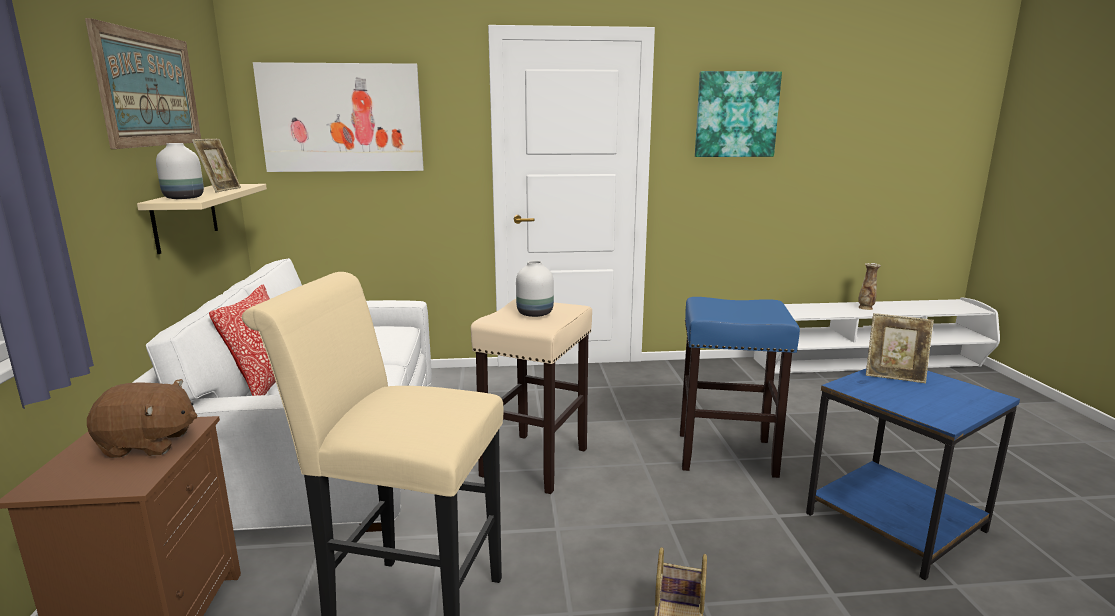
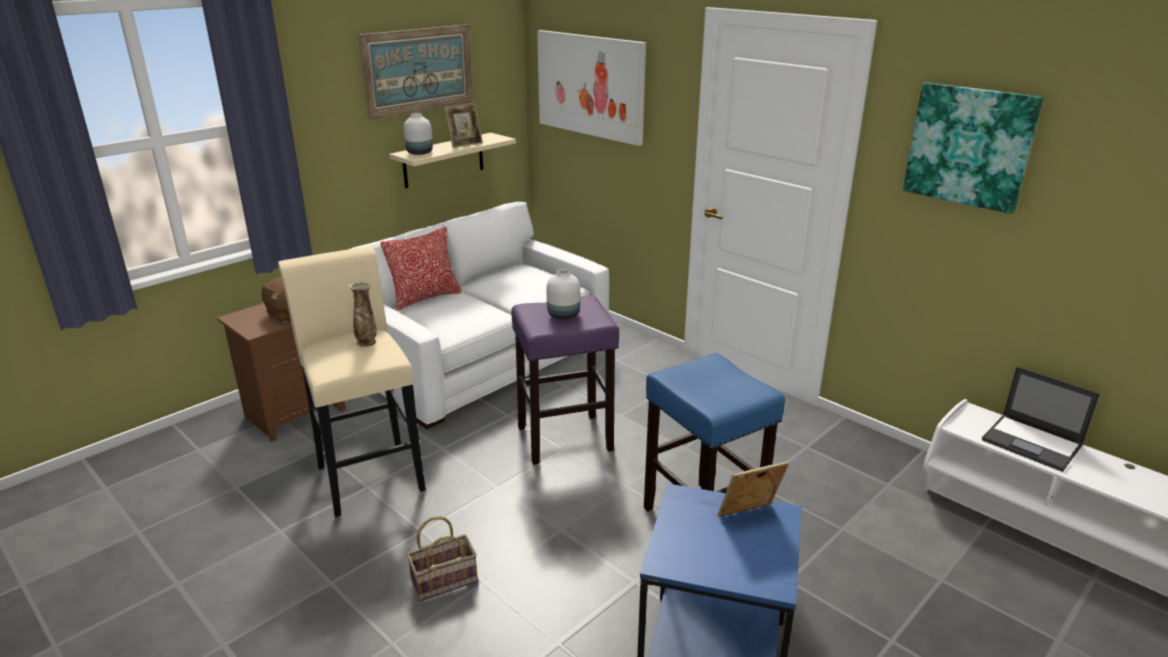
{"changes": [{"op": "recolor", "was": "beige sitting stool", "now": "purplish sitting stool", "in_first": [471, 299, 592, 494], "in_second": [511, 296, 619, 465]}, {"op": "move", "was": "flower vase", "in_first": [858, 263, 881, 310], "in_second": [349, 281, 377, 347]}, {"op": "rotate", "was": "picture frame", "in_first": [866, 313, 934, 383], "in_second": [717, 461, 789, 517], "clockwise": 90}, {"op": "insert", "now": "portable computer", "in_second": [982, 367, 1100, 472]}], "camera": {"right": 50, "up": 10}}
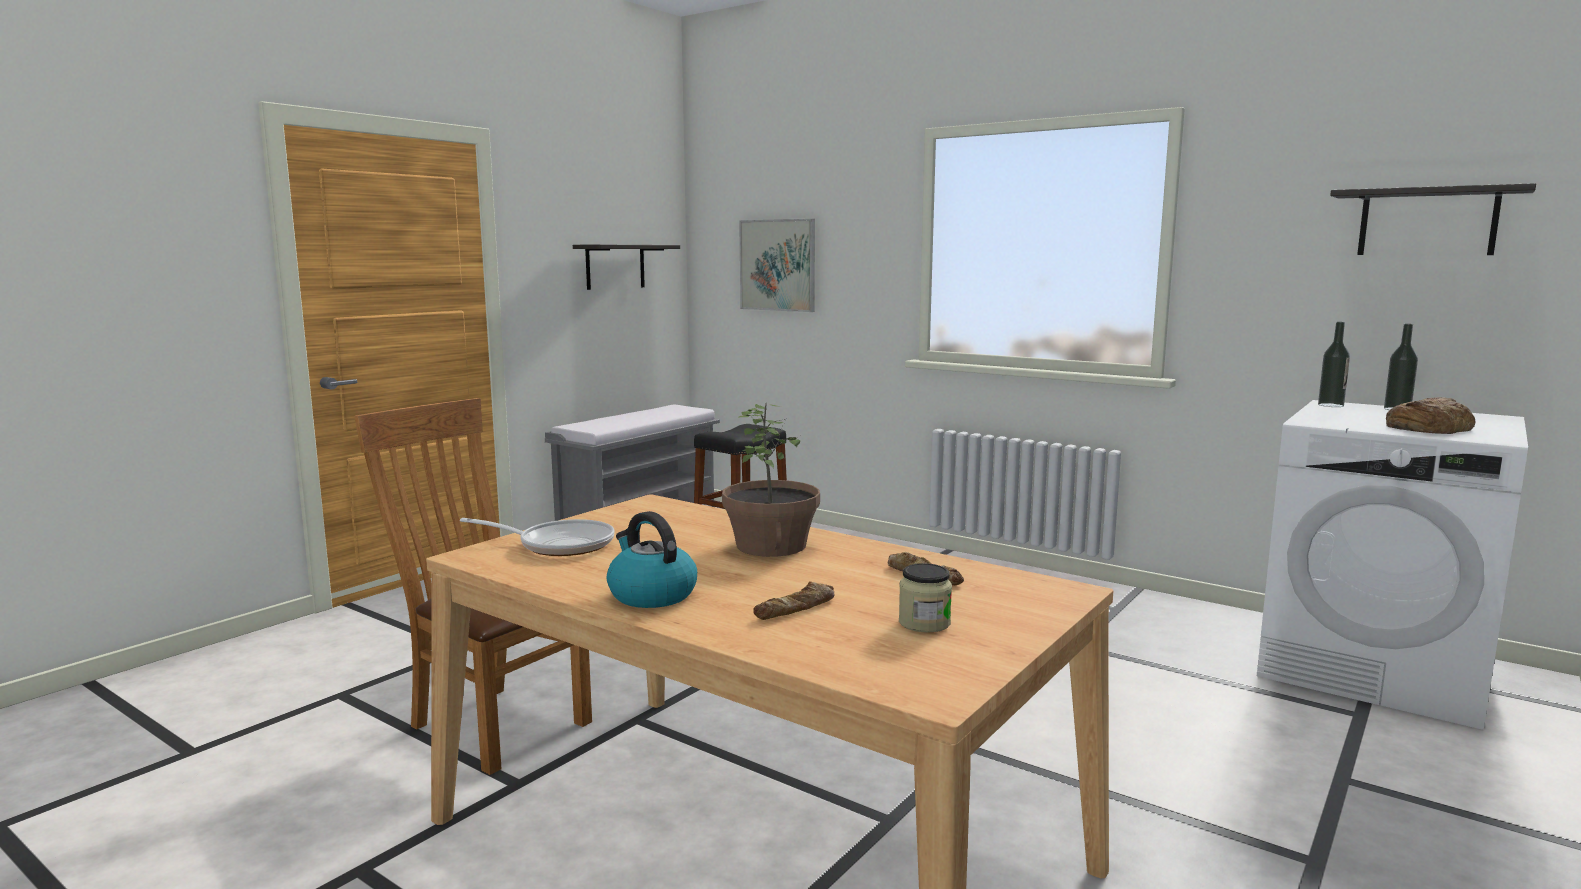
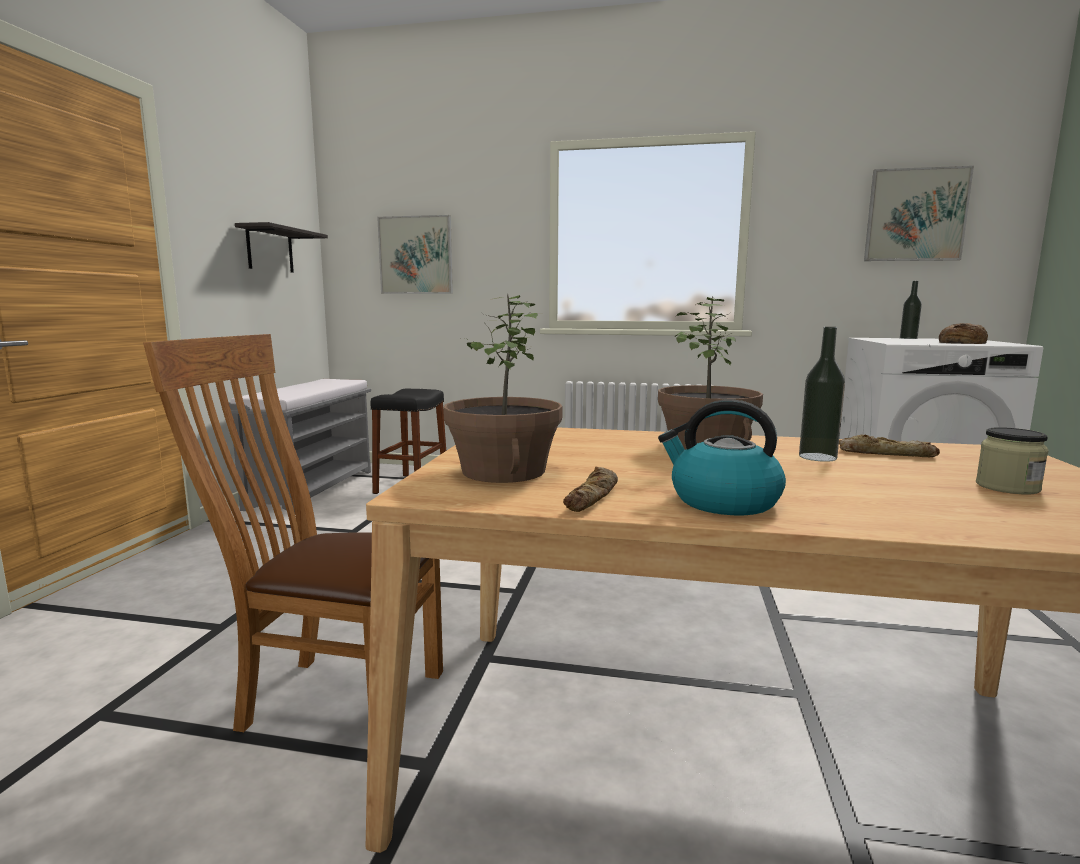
{"changes": [{"op": "replace", "was": "skillet", "now": "plant in a pot", "in_first": [460, 518, 615, 556], "in_second": [444, 294, 563, 483]}, {"op": "move", "was": "bakery bread", "in_first": [753, 581, 834, 620], "in_second": [563, 466, 618, 512]}, {"op": "move", "was": "bottle", "in_first": [1318, 322, 1350, 407], "in_second": [799, 327, 845, 462]}, {"op": "replace", "was": "shelf", "now": "picture", "in_first": [1330, 183, 1536, 255], "in_second": [864, 166, 974, 261]}], "camera": {"right": -25, "up": 0}}
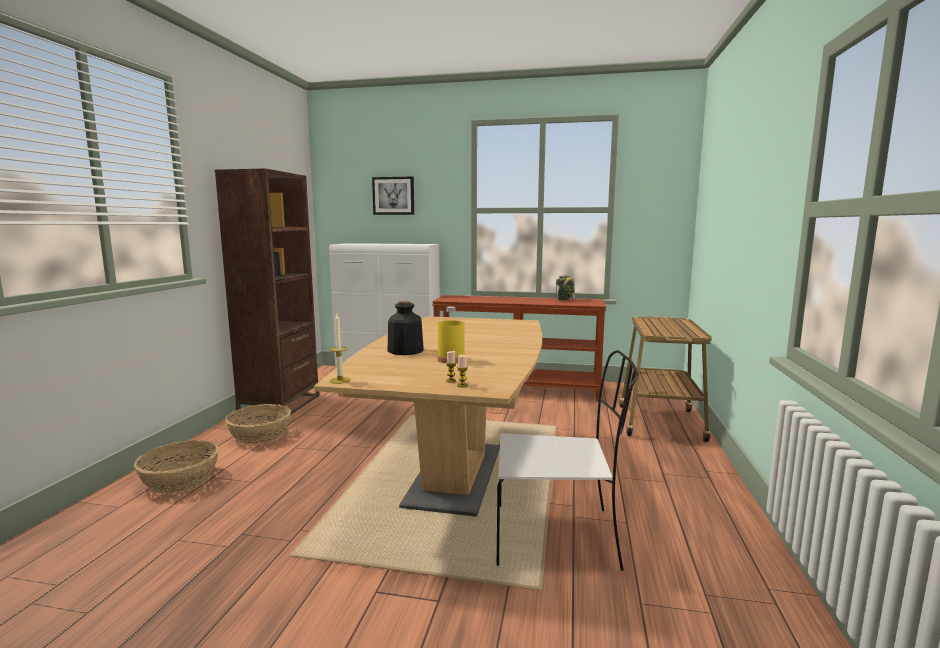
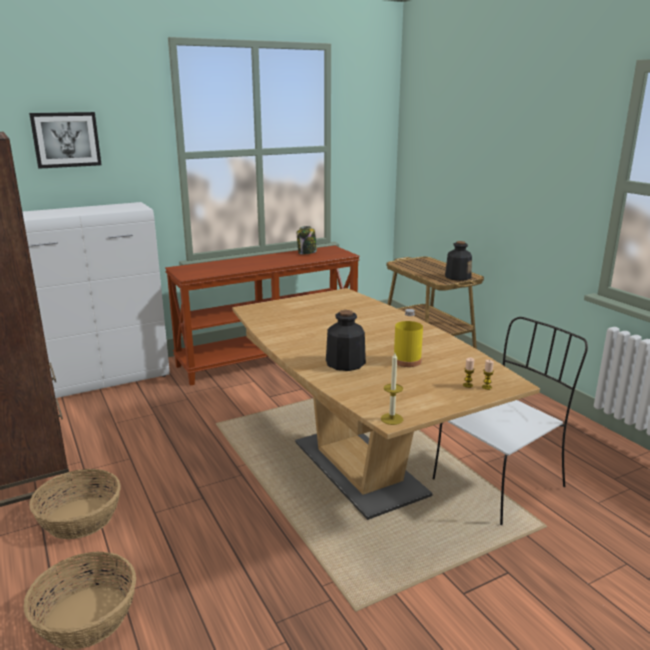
{"changes": [{"op": "insert", "now": "bottle", "in_second": [445, 241, 472, 281]}], "camera": {"right": -40, "up": 10}}
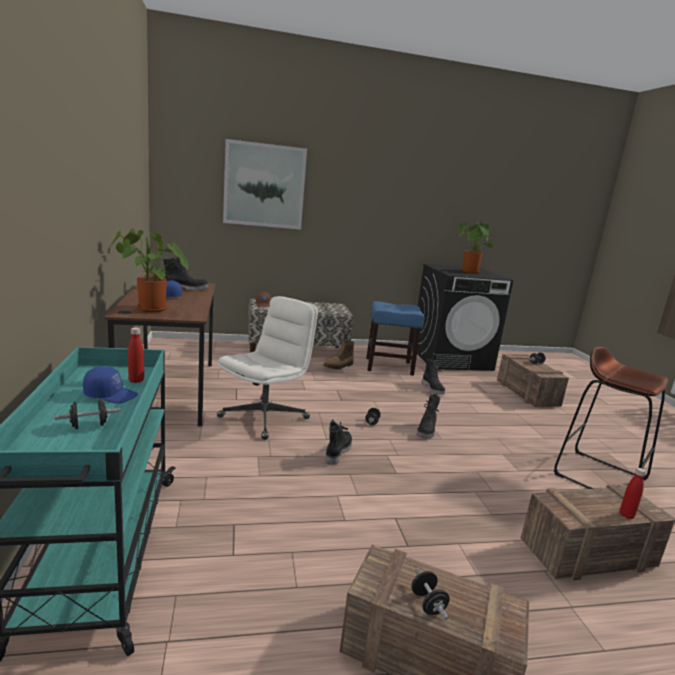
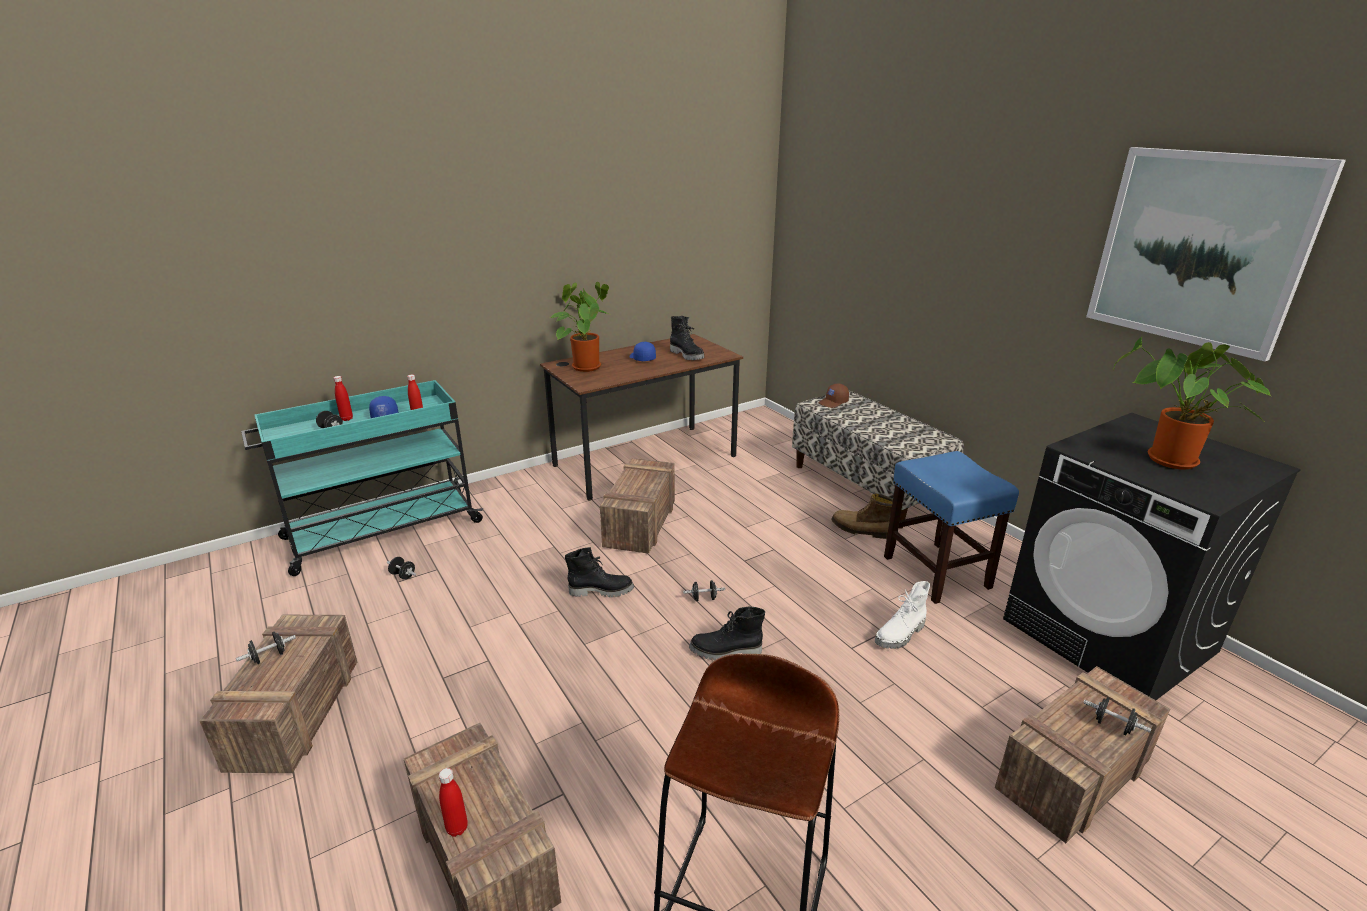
{"changes": [{"op": "replace", "was": "white office chair", "now": "shipping crate", "in_first": [217, 296, 318, 440], "in_second": [600, 458, 675, 554]}, {"op": "move", "was": "picture", "in_first": [223, 139, 307, 230], "in_second": [1086, 147, 1346, 361]}, {"op": "recolor", "was": "blackish boot", "now": "white boot", "in_first": [422, 359, 445, 395], "in_second": [875, 581, 930, 649]}, {"op": "insert", "now": "red bottle", "in_second": [334, 376, 353, 421]}, {"op": "insert", "now": "blackish hand weight", "in_second": [387, 557, 416, 580]}], "camera": {"right": 70, "up": 10}}
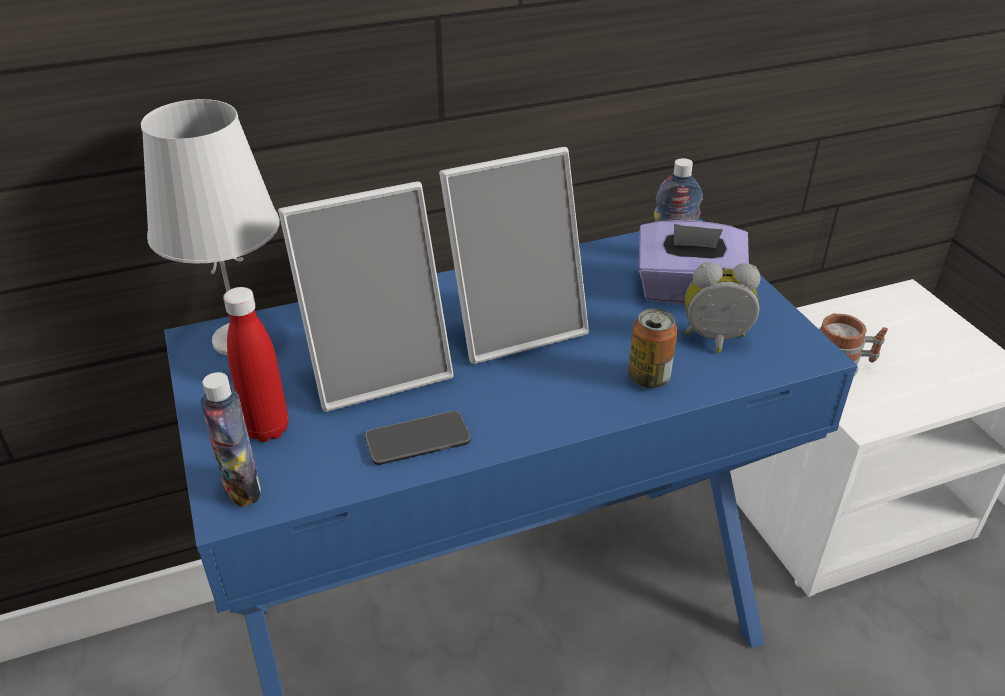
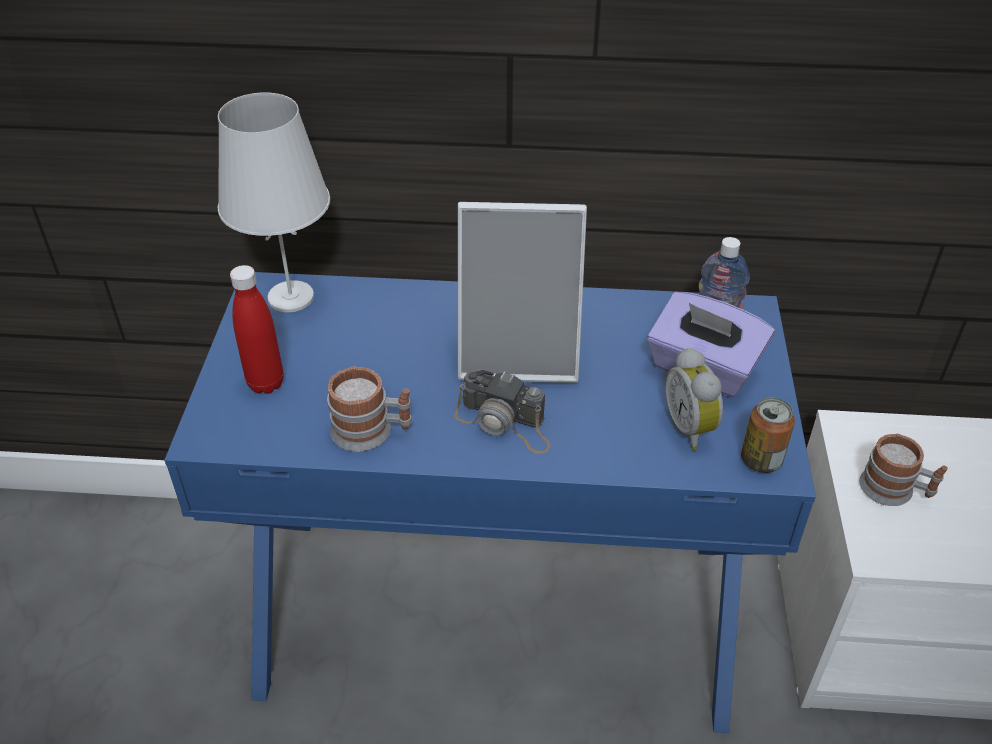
{"changes": [{"op": "delete", "was": "bottle", "in_first": [201, 372, 261, 507]}, {"op": "delete", "was": "picture frame", "in_first": [278, 181, 453, 412]}, {"op": "replace", "was": "phone", "now": "mug", "in_first": [365, 411, 471, 465], "in_second": [327, 366, 412, 451]}, {"op": "move", "was": "can", "in_first": [628, 309, 678, 388], "in_second": [741, 397, 795, 473]}, {"op": "rotate", "was": "alarm clock", "in_first": [685, 262, 760, 353], "in_second": [665, 348, 723, 451], "clockwise": -135}, {"op": "insert", "now": "still camera", "in_second": [454, 370, 551, 454]}], "camera": {"right": 25, "up": 5}}
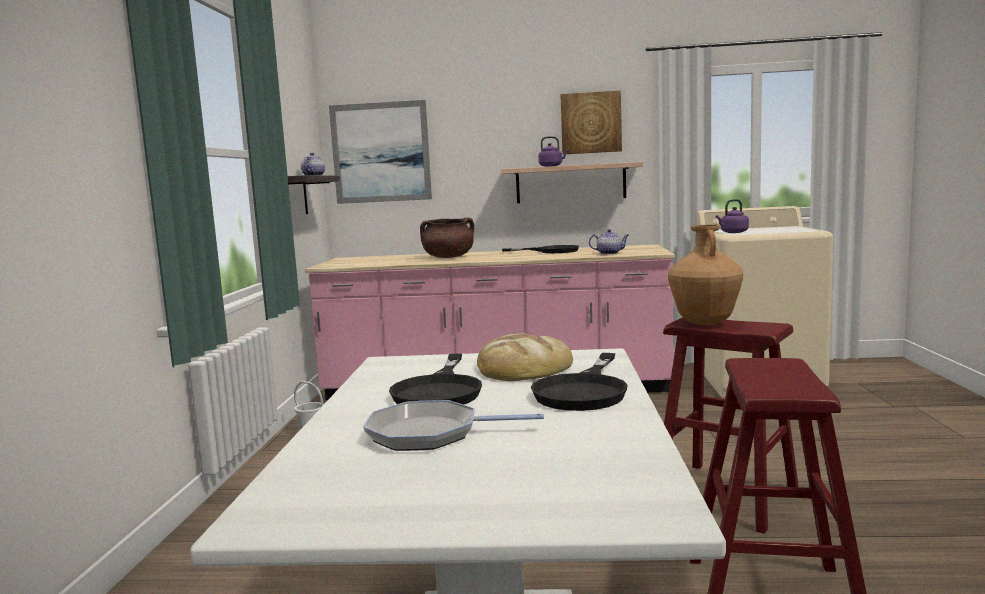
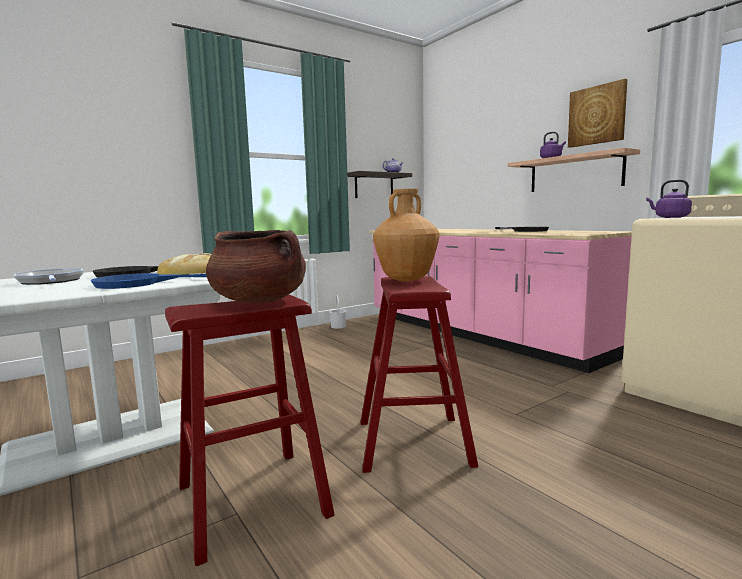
{"changes": [{"op": "delete", "was": "picture", "in_first": [329, 100, 432, 204]}, {"op": "move", "was": "brown stockpot", "in_first": [420, 217, 474, 258], "in_second": [206, 230, 306, 303]}, {"op": "recolor", "was": "blackish skillet", "now": "blue-coloured skillet", "in_first": [531, 353, 627, 411], "in_second": [90, 273, 207, 289]}, {"op": "delete", "was": "pot for tea", "in_first": [589, 229, 629, 254]}], "camera": {"right": 50, "up": 0}}
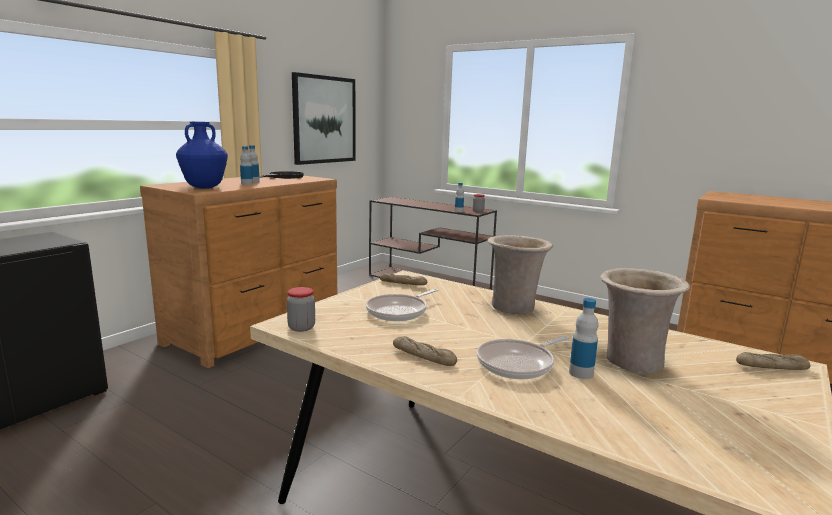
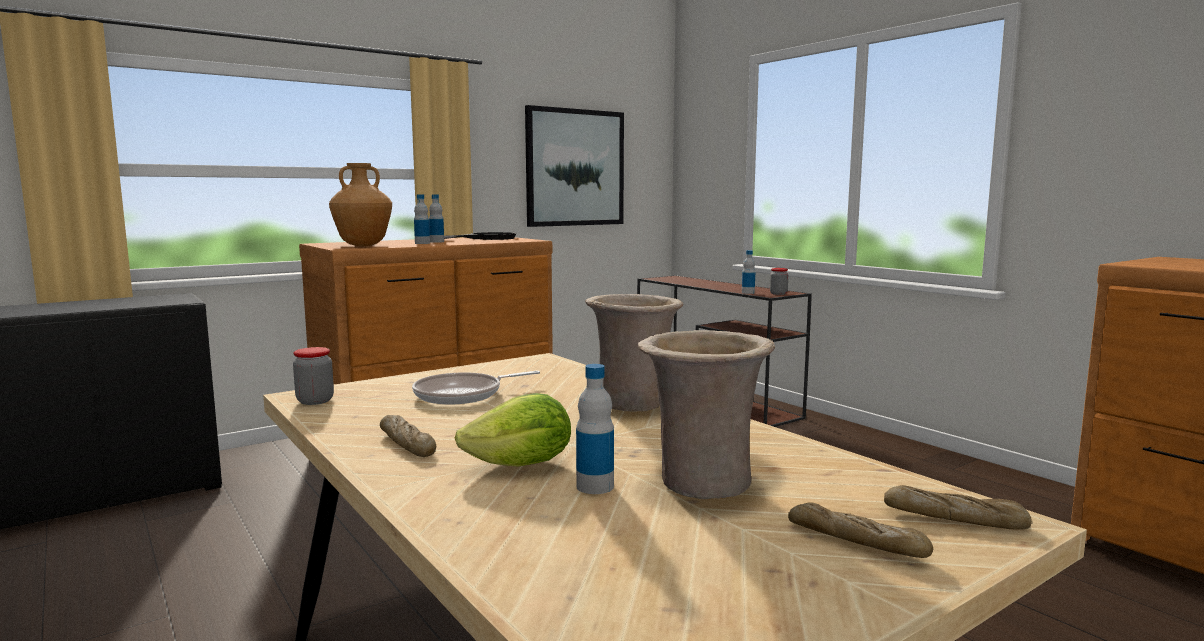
{"changes": [{"op": "recolor", "was": "blue-coloured flower vase", "now": "brown flower vase", "in_first": [176, 122, 228, 189], "in_second": [329, 163, 392, 246]}, {"op": "move", "was": "bakery bread", "in_first": [380, 273, 427, 285], "in_second": [788, 502, 933, 558]}, {"op": "replace", "was": "skillet", "now": "lettuce", "in_first": [477, 336, 569, 379], "in_second": [455, 393, 571, 467]}], "camera": {"right": 20, "up": -5}}
